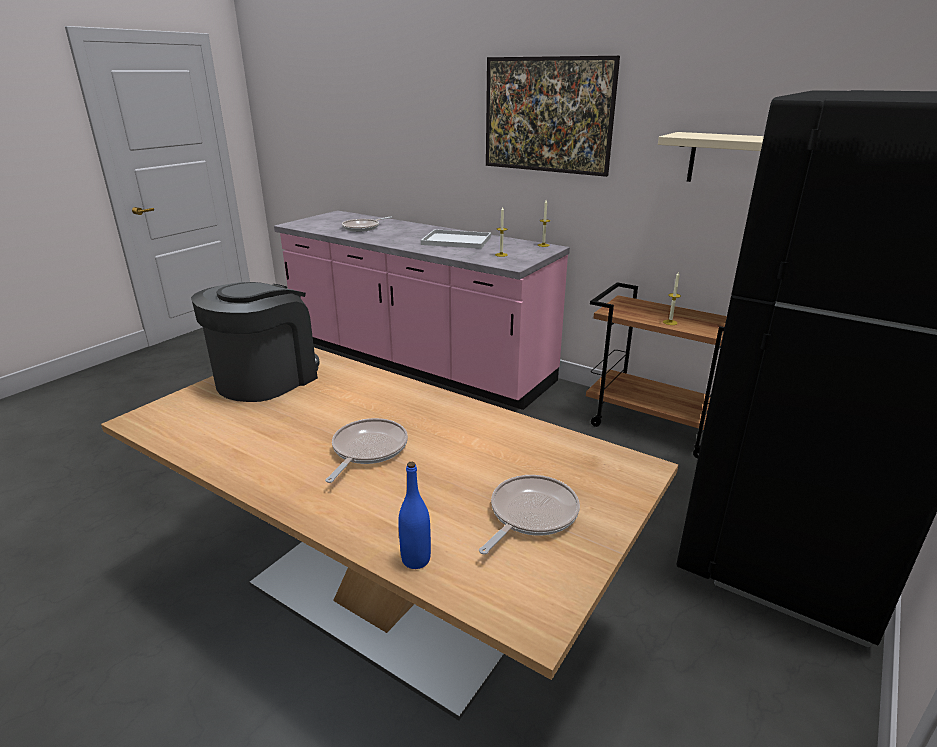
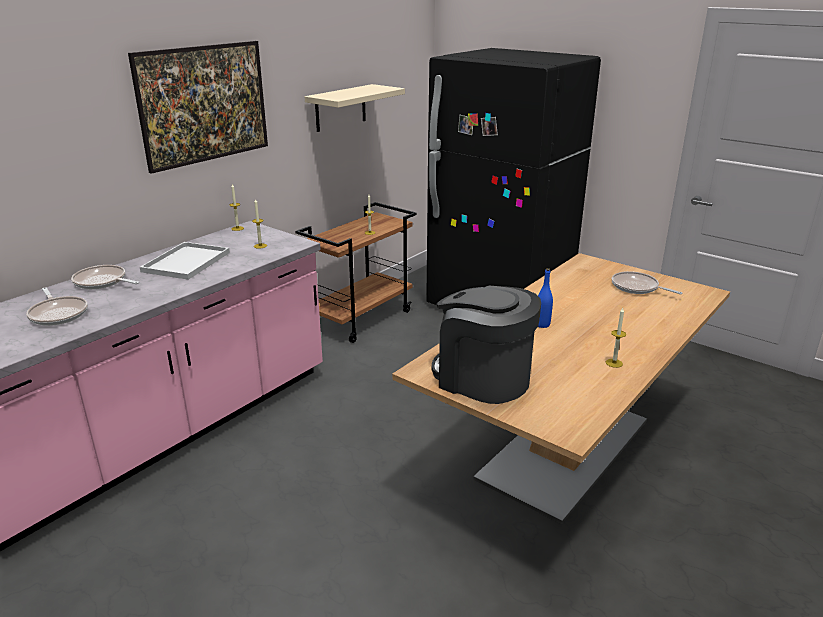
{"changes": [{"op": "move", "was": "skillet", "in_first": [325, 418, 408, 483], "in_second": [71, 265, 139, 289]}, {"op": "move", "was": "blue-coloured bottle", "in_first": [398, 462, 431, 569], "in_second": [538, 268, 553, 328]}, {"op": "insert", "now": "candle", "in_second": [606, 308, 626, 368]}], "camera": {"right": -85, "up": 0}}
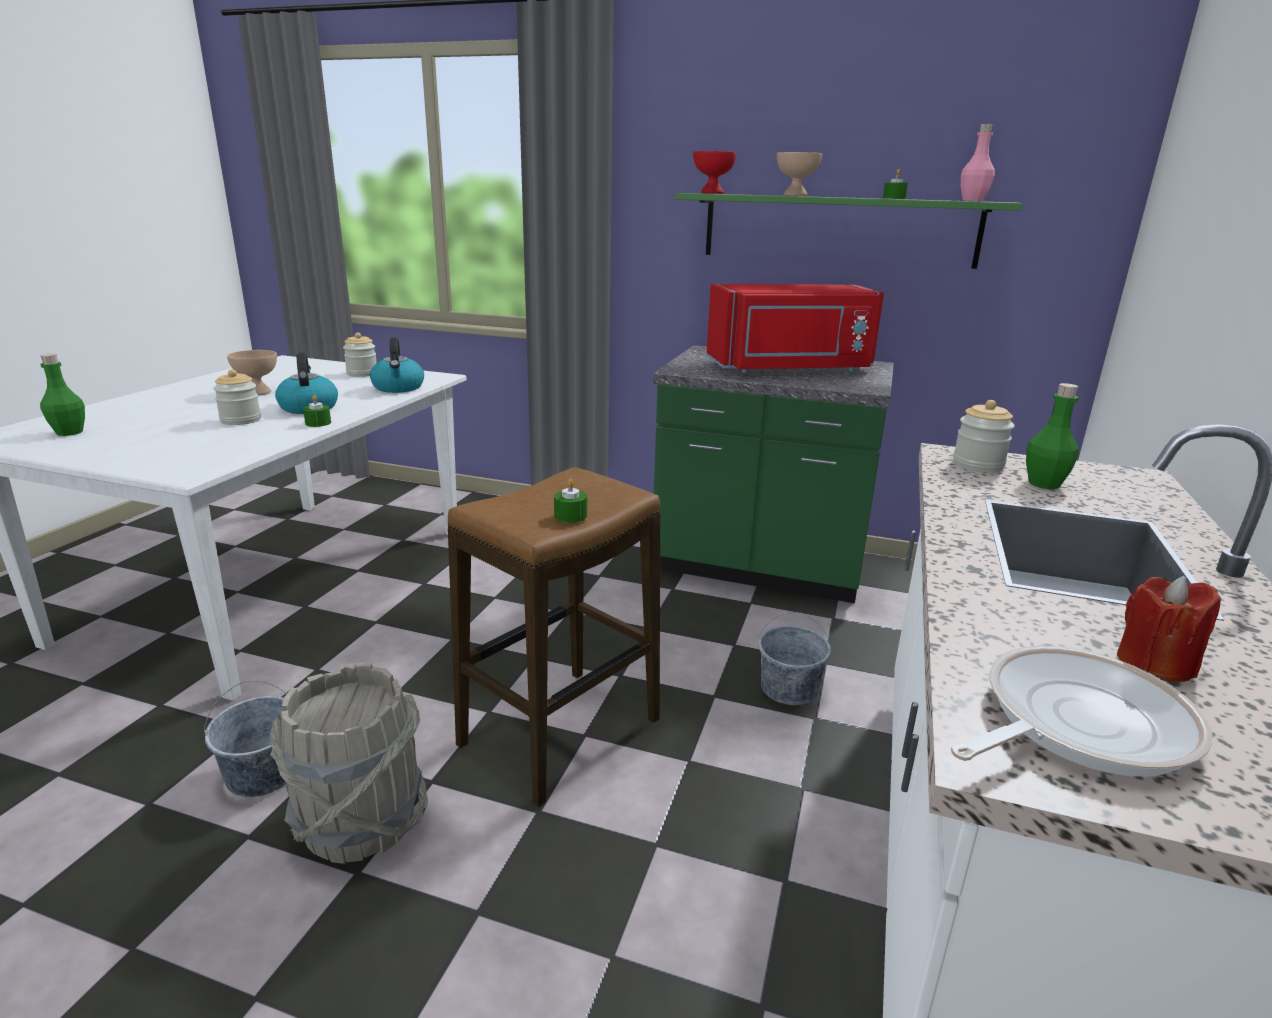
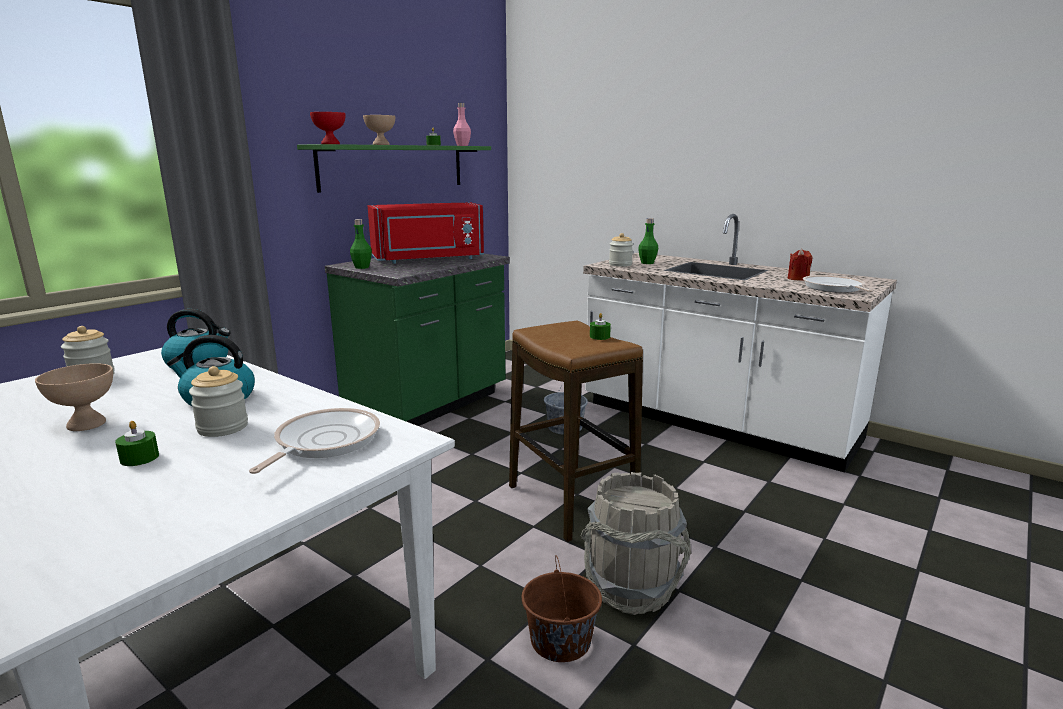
{"changes": [{"op": "move", "was": "green-coloured bottle", "in_first": [40, 354, 85, 436], "in_second": [350, 219, 372, 269]}, {"op": "recolor", "was": "grey bucket", "now": "brown bucket", "in_first": [204, 680, 287, 797], "in_second": [522, 555, 602, 662]}, {"op": "move", "was": "green-coloured candle", "in_first": [303, 395, 331, 427], "in_second": [115, 421, 159, 466]}, {"op": "rotate", "was": "red microwave oven", "in_first": [707, 284, 884, 373], "in_second": [368, 202, 484, 264], "clockwise": 60}, {"op": "insert", "now": "skillet", "in_second": [249, 408, 380, 474]}], "camera": {"right": -70, "up": -5}}
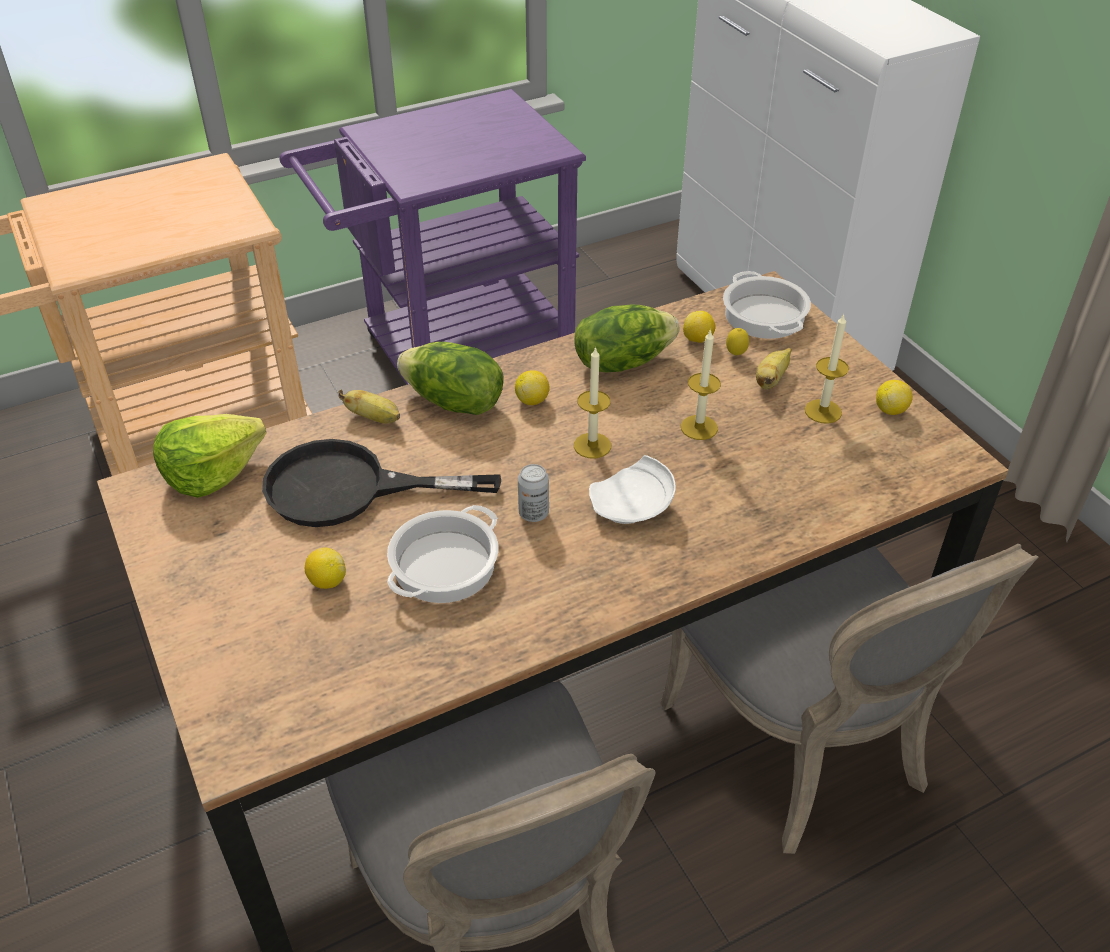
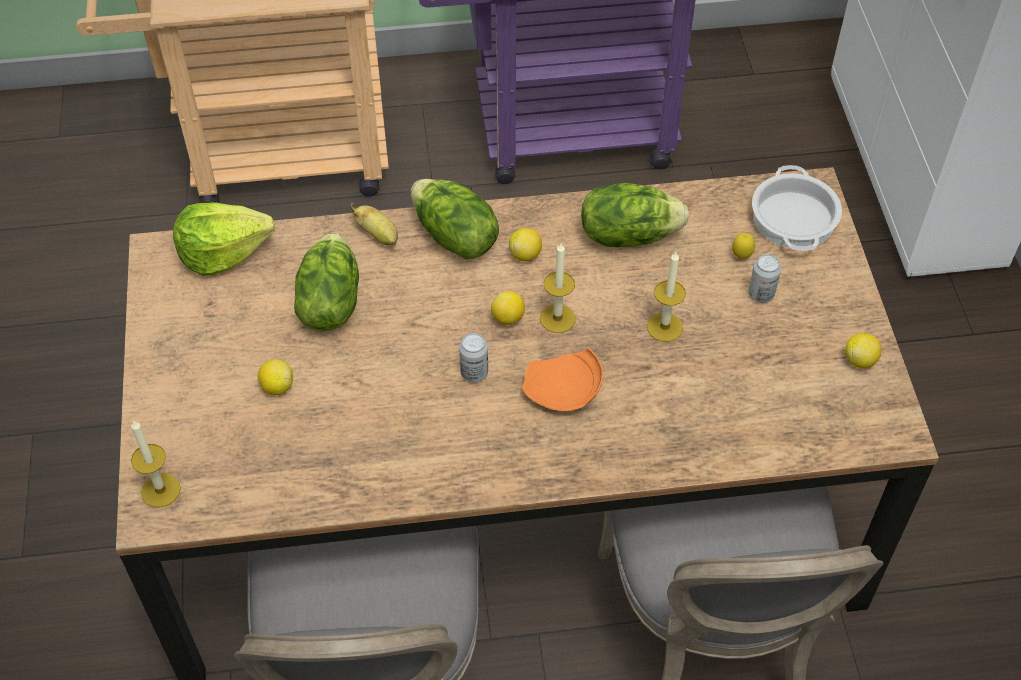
{"changes": [{"op": "replace", "was": "blackish skillet", "now": "lettuce", "in_first": [262, 439, 501, 527], "in_second": [294, 232, 359, 331]}, {"op": "delete", "was": "stockpot", "in_first": [387, 505, 498, 603]}, {"op": "recolor", "was": "white plate", "now": "orange plate", "in_first": [589, 455, 676, 524], "in_second": [522, 348, 603, 411]}, {"op": "move", "was": "citrus fruit", "in_first": [683, 311, 716, 343], "in_second": [491, 291, 525, 326]}, {"op": "replace", "was": "whole banana", "now": "can", "in_first": [756, 348, 792, 389], "in_second": [748, 254, 781, 303]}, {"op": "move", "was": "candle", "in_first": [805, 313, 849, 424], "in_second": [131, 420, 181, 508]}], "camera": {"right": 20, "up": 10}}
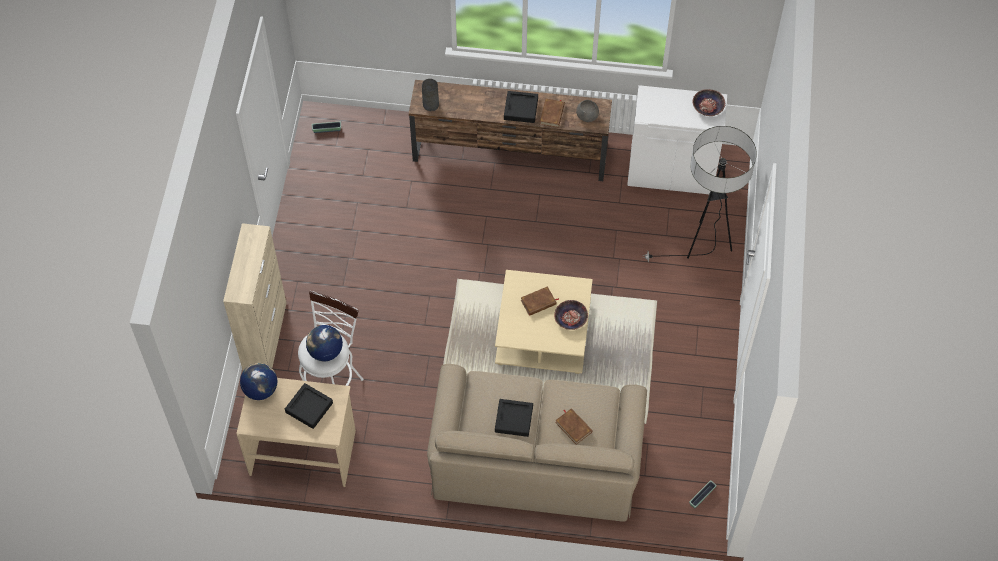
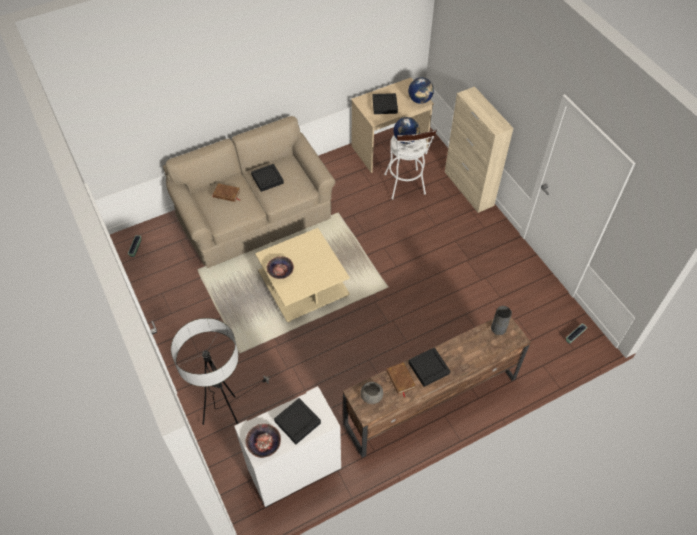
{"changes": [{"op": "delete", "was": "brown book", "in_first": [521, 286, 559, 316]}, {"op": "insert", "now": "blackish tray", "in_second": [274, 398, 321, 444]}], "camera": {"right": 145, "up": -5}}
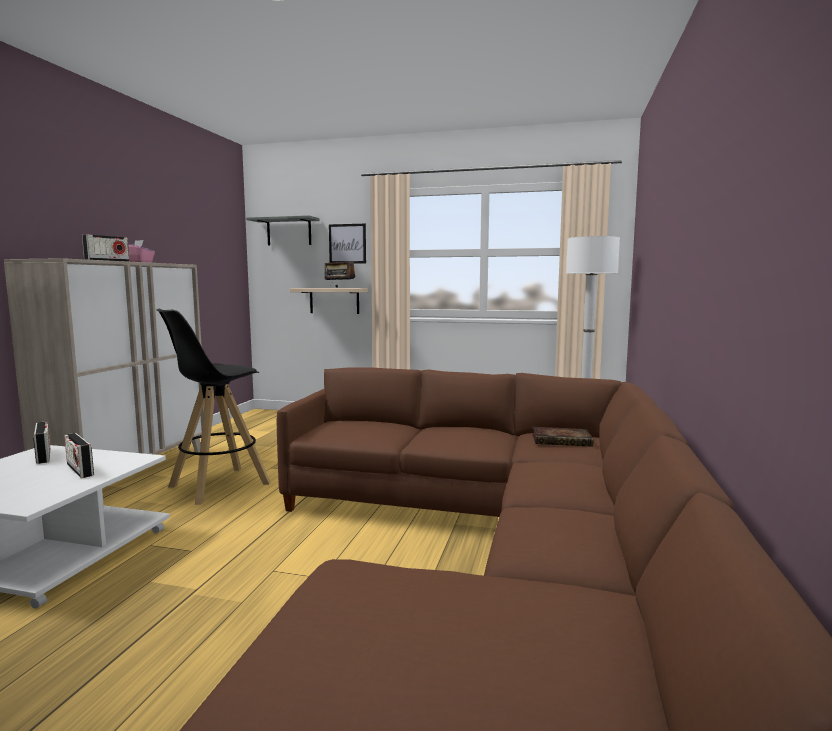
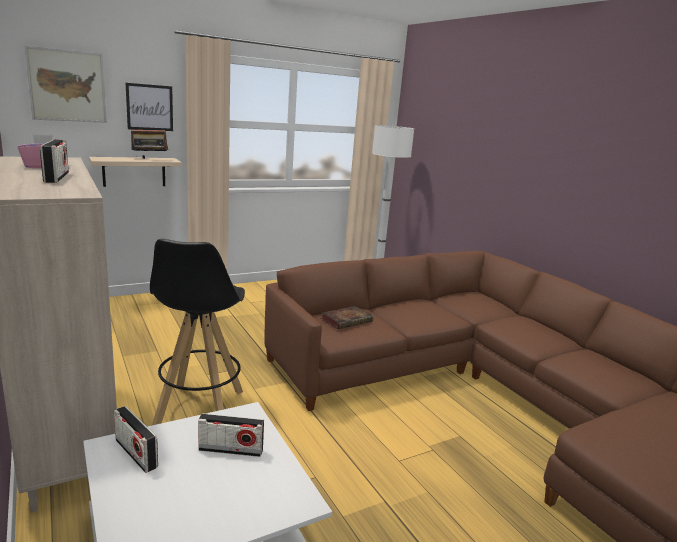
{"changes": [{"op": "rotate", "was": "radio set", "in_first": [33, 422, 50, 464], "in_second": [114, 406, 158, 473], "clockwise": -150}, {"op": "replace", "was": "grey shelf", "now": "picture", "in_first": [246, 215, 320, 246], "in_second": [25, 46, 107, 123]}, {"op": "move", "was": "book", "in_first": [532, 427, 594, 447], "in_second": [321, 306, 373, 329]}], "camera": {"right": -45, "up": 10}}
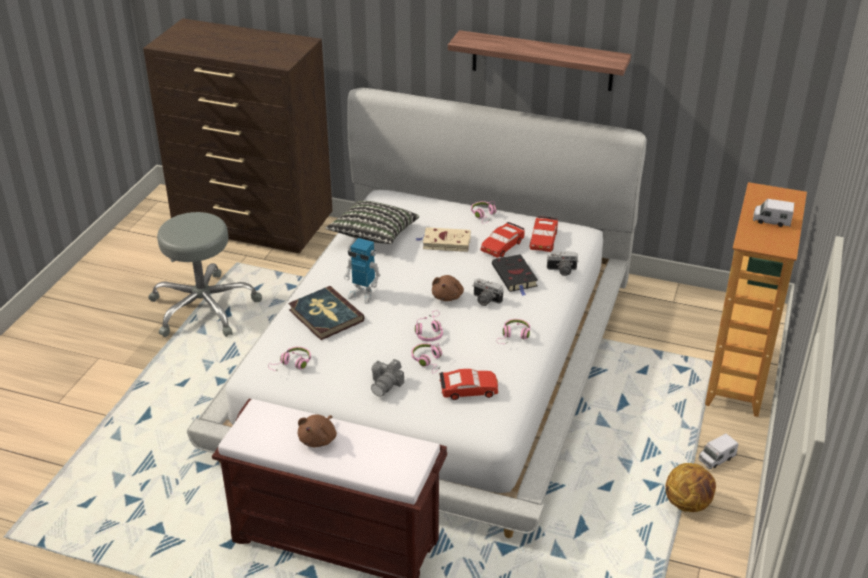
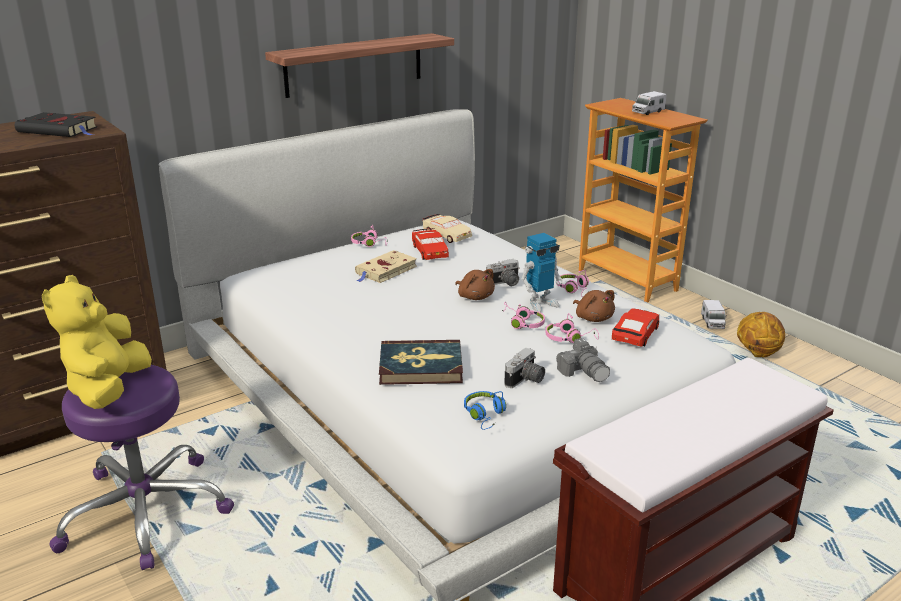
{"changes": [{"op": "recolor", "was": "grey sitting stool", "now": "purplish sitting stool", "in_first": [148, 212, 262, 337], "in_second": [50, 365, 234, 570]}, {"op": "recolor", "was": "pink-coloured pair of headphones", "now": "blue-coloured pair of headphones", "in_first": [268, 347, 311, 371], "in_second": [464, 391, 506, 430]}, {"op": "move", "was": "brown plush toy", "in_first": [298, 415, 337, 447], "in_second": [573, 290, 615, 322]}, {"op": "delete", "was": "throw pillow", "in_first": [326, 201, 419, 244]}, {"op": "move", "was": "model robot", "in_first": [344, 238, 381, 304], "in_second": [521, 233, 563, 312]}, {"op": "move", "was": "blackish book", "in_first": [492, 254, 538, 296], "in_second": [15, 112, 97, 137]}, {"op": "recolor", "was": "red miniature car", "now": "beige miniature car", "in_first": [530, 216, 558, 252], "in_second": [423, 214, 472, 243]}, {"op": "move", "was": "still camera", "in_first": [547, 251, 578, 276], "in_second": [504, 347, 545, 388]}, {"op": "insert", "now": "yellow-coloured plush toy", "in_second": [42, 275, 152, 409]}], "camera": {"right": -55, "up": -10}}
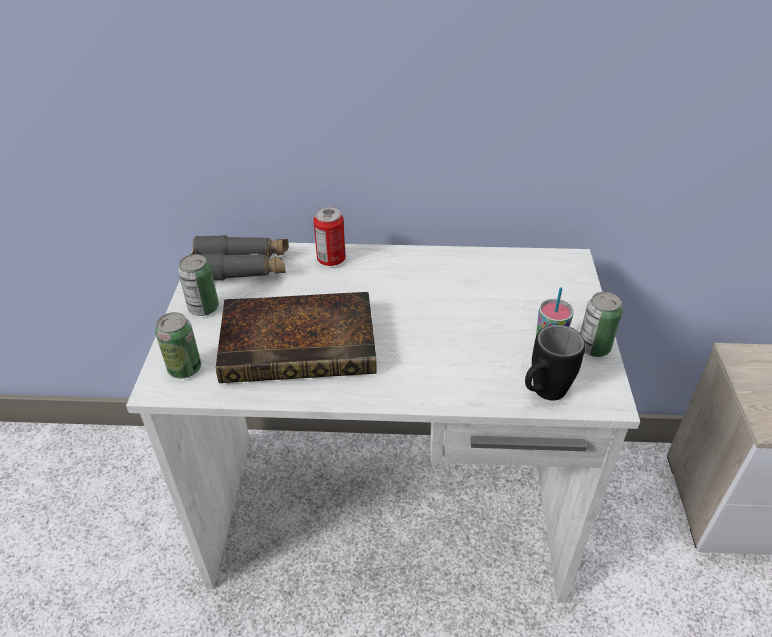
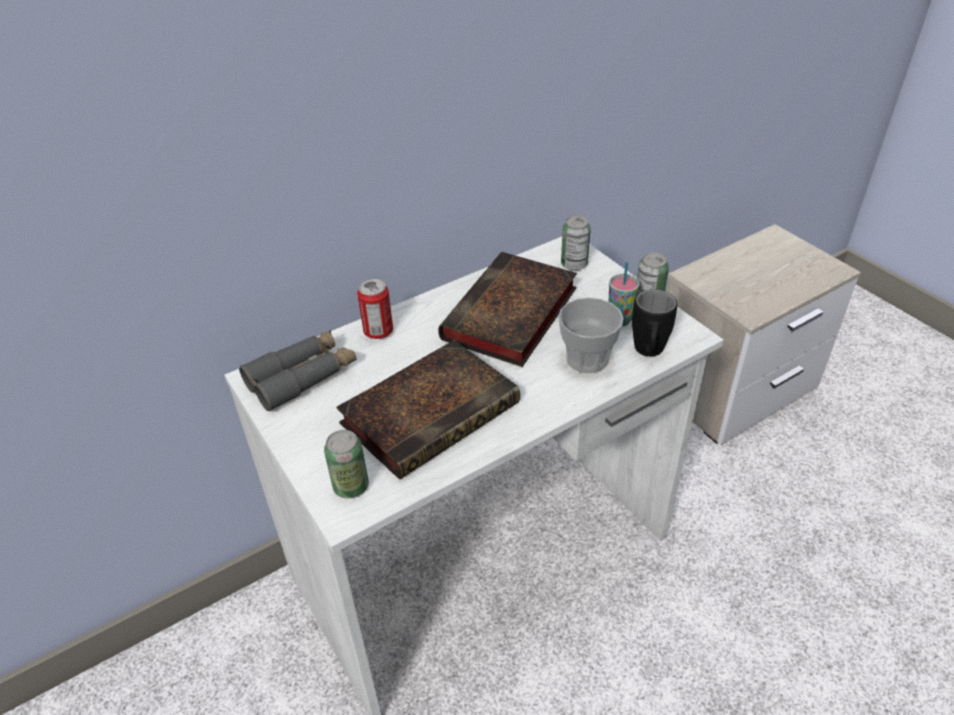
{"changes": [{"op": "move", "was": "can", "in_first": [178, 254, 219, 316], "in_second": [561, 215, 591, 271]}, {"op": "insert", "now": "book", "in_second": [438, 252, 577, 367]}, {"op": "insert", "now": "drinking cup", "in_second": [558, 297, 623, 373]}], "camera": {"right": -35, "up": 0}}
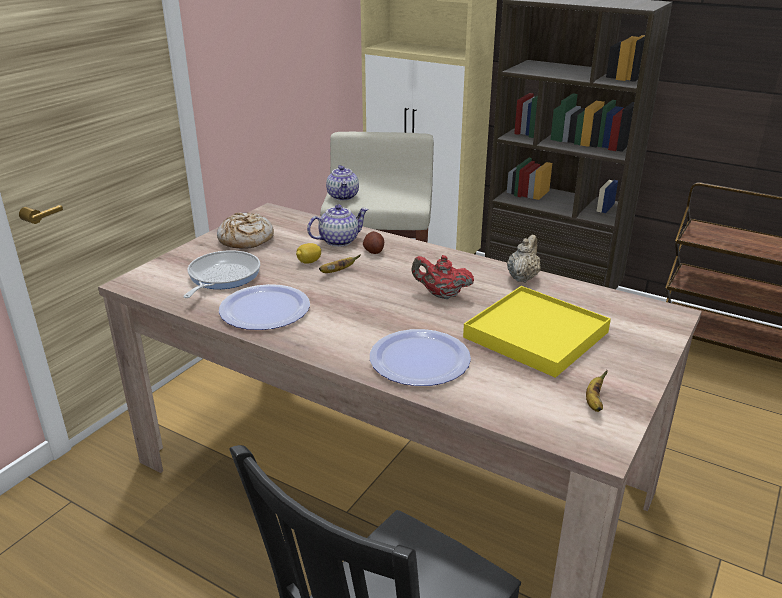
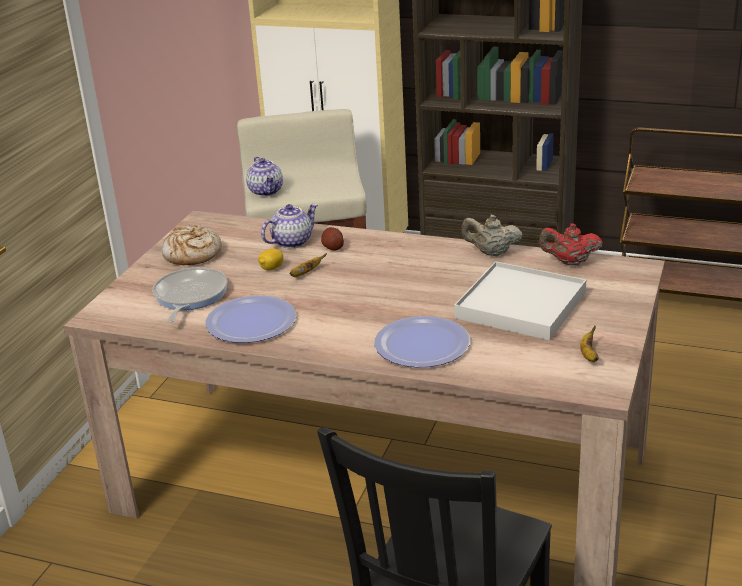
{"changes": [{"op": "move", "was": "red pot for tea", "in_first": [412, 255, 474, 299], "in_second": [539, 223, 603, 266]}, {"op": "recolor", "was": "yellow-coloured tray", "now": "white tray", "in_first": [463, 286, 611, 378], "in_second": [454, 261, 586, 340]}, {"op": "rotate", "was": "beige pot for tea", "in_first": [507, 235, 541, 283], "in_second": [461, 215, 522, 256], "clockwise": -90}], "camera": {"right": -10, "up": 0}}
